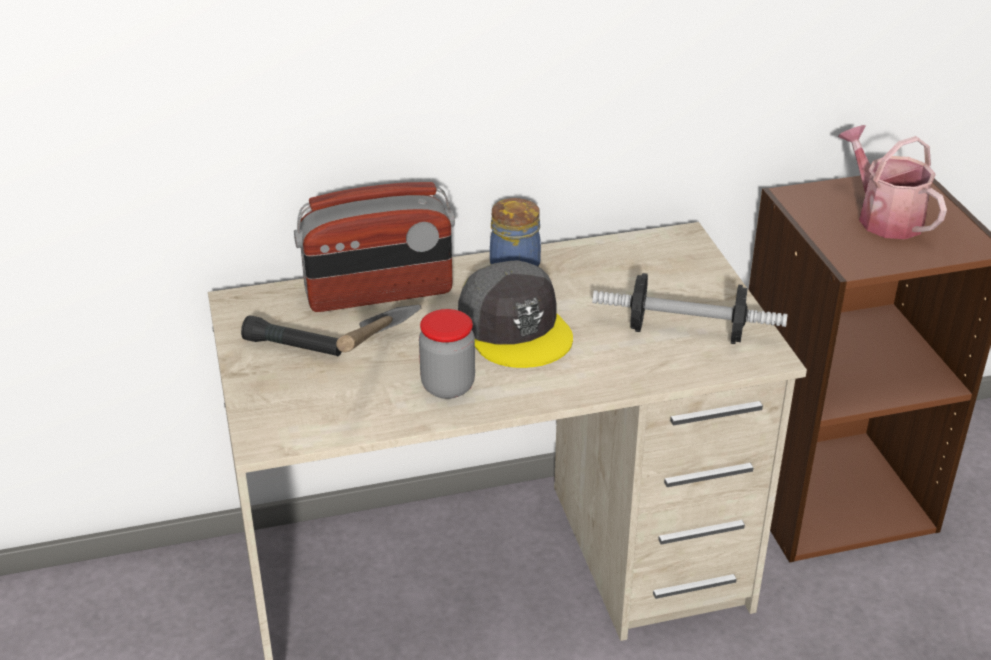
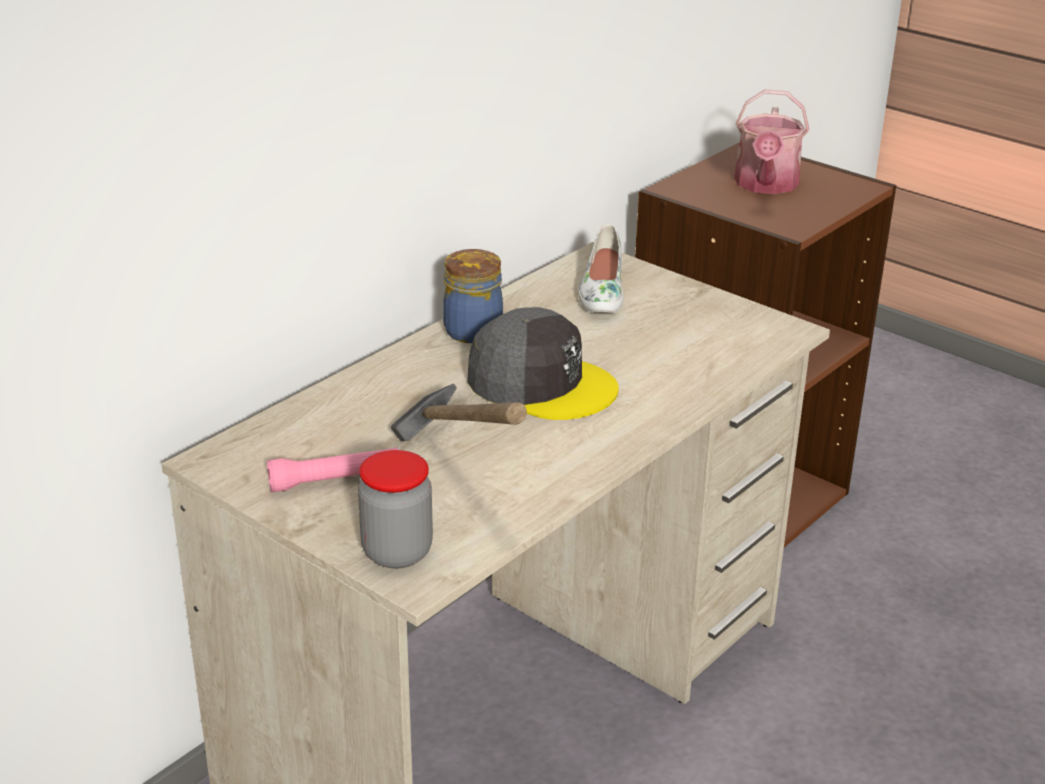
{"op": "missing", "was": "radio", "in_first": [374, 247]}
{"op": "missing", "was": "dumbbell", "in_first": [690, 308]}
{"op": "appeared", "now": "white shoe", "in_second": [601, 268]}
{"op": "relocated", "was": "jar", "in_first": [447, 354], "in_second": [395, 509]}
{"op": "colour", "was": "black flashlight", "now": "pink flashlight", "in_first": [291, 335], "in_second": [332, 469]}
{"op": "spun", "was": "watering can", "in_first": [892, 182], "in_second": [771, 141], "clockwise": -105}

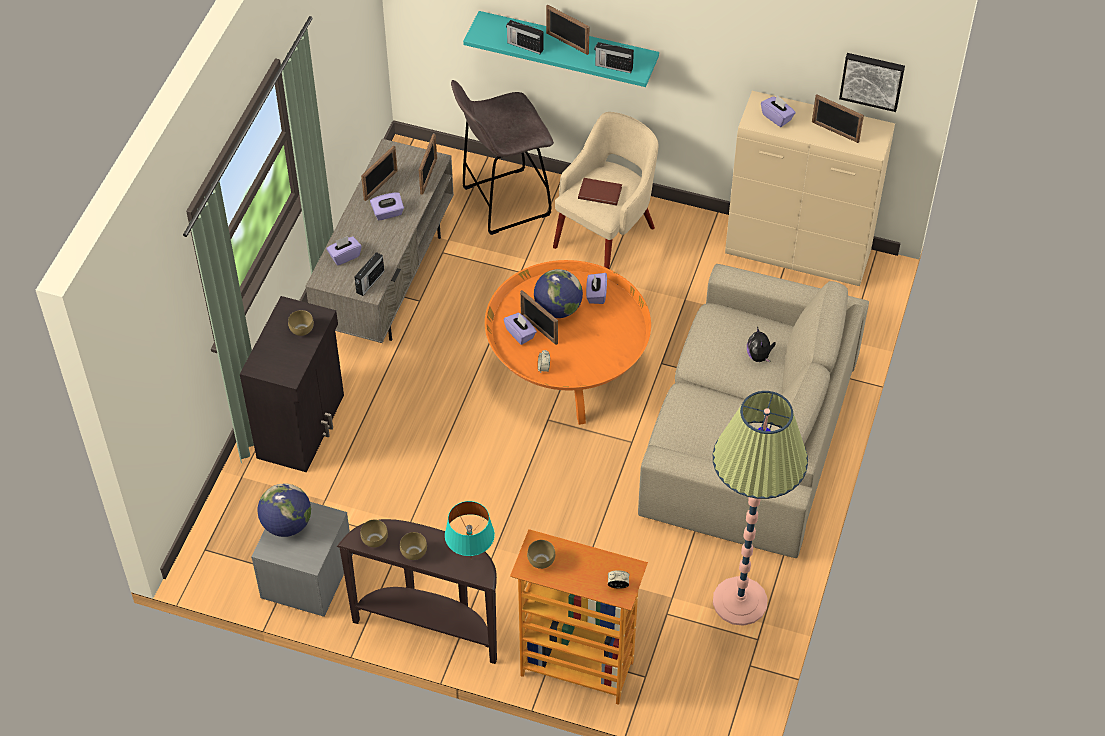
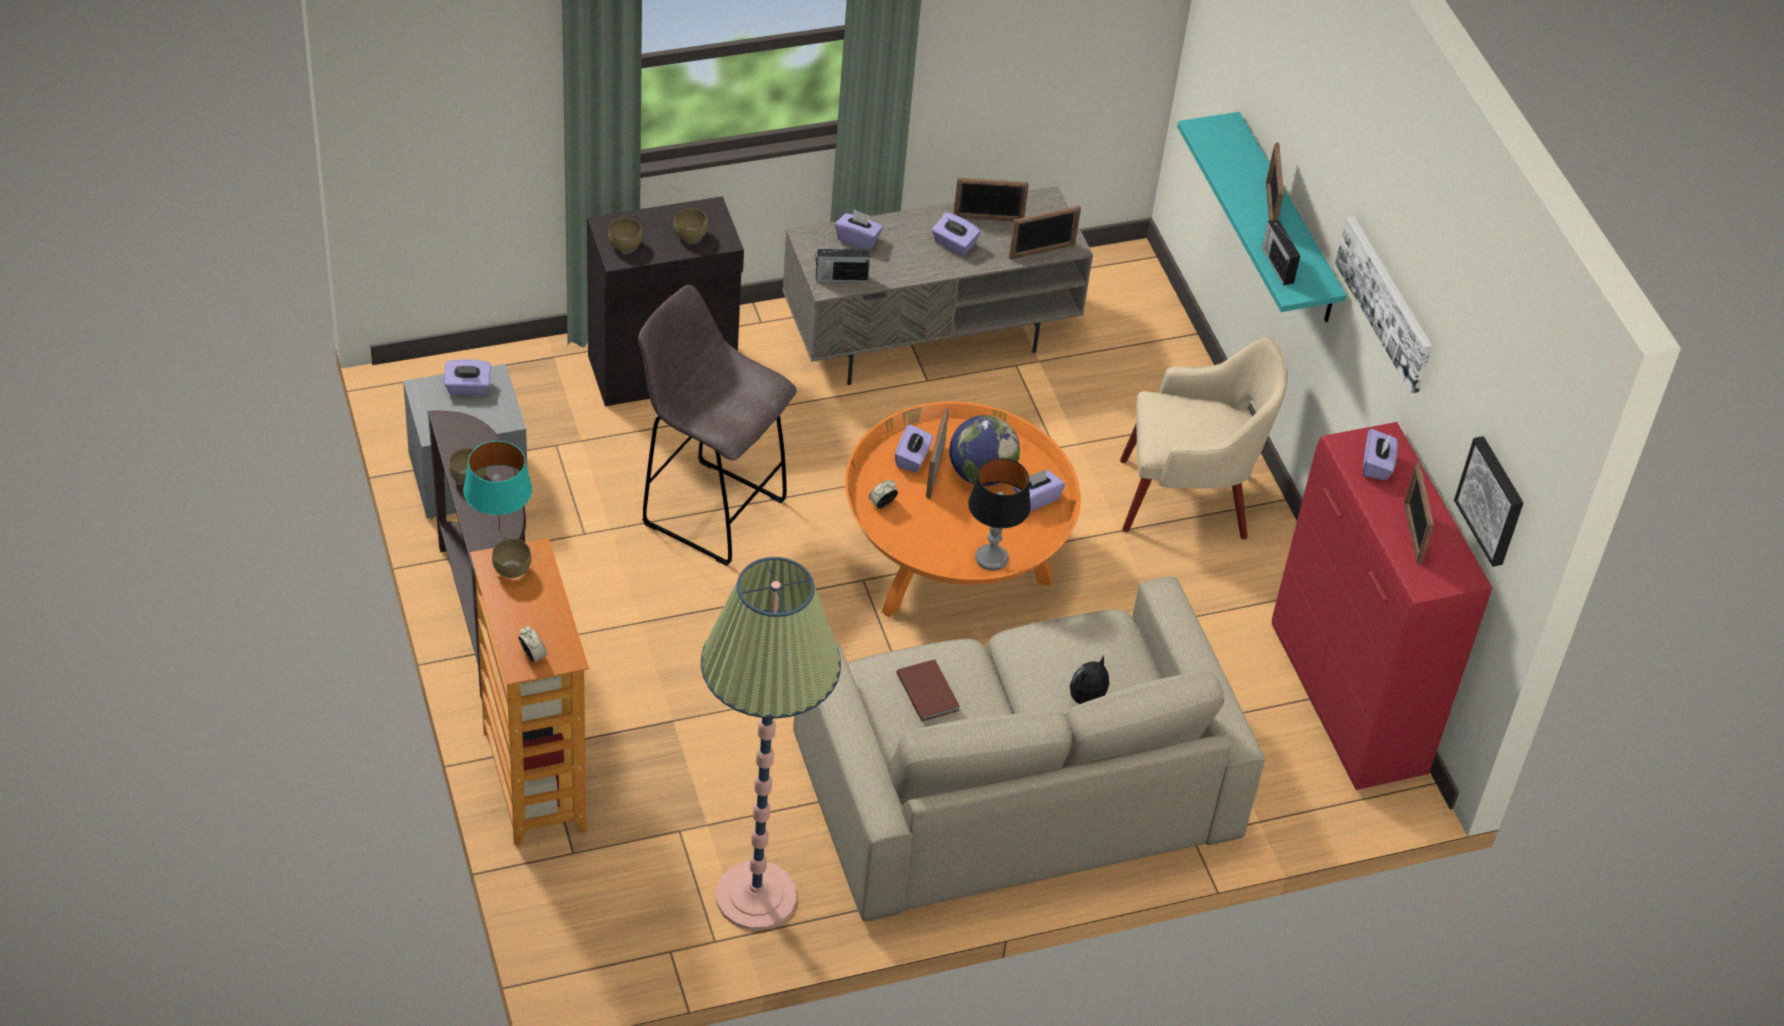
{"op": "missing", "was": "radio", "in_first": [525, 37]}
{"op": "appeared", "now": "table lamp", "in_second": [999, 514]}
{"op": "appeared", "now": "picture", "in_second": [1383, 305]}
{"op": "relocated", "was": "brown bowl", "in_first": [374, 533], "in_second": [625, 235]}
{"op": "relocated", "was": "grey stool", "in_first": [502, 157], "in_second": [717, 425]}
{"op": "relocated", "was": "brown book", "in_first": [600, 192], "in_second": [928, 690]}
{"op": "exchanged", "was": "globe", "now": "purple tissue box", "in_first": [284, 510], "in_second": [467, 377]}
{"op": "colour", "was": "beige cabinet", "now": "red cabinet", "in_first": [810, 188], "in_second": [1382, 606]}

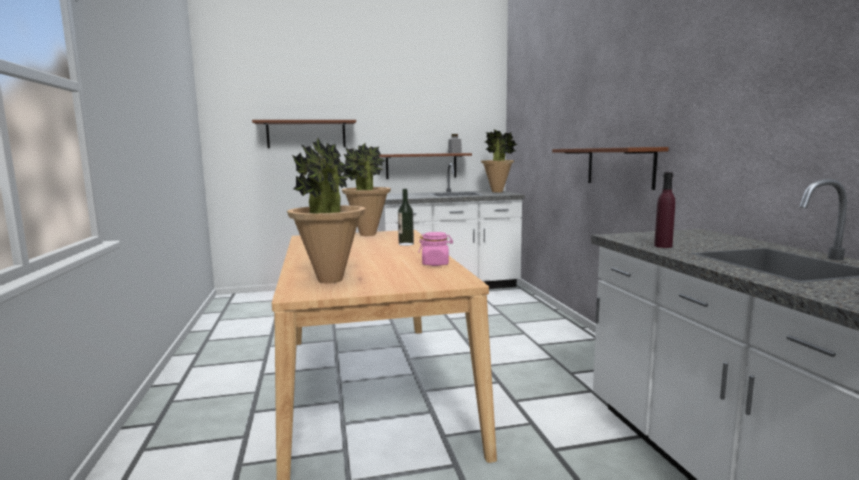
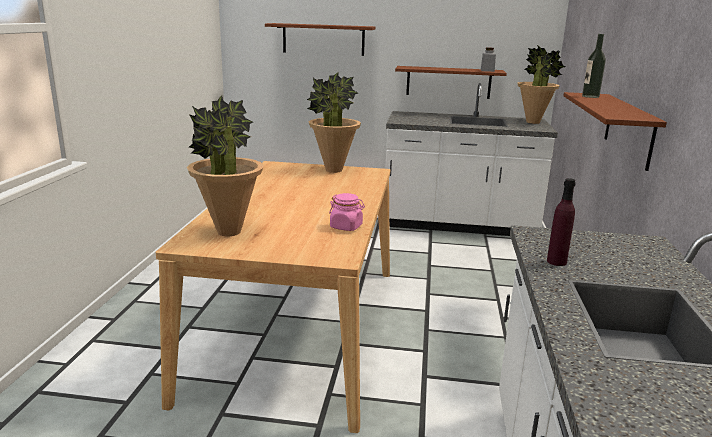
{"op": "relocated", "was": "bottle", "in_first": [406, 217], "in_second": [594, 66]}

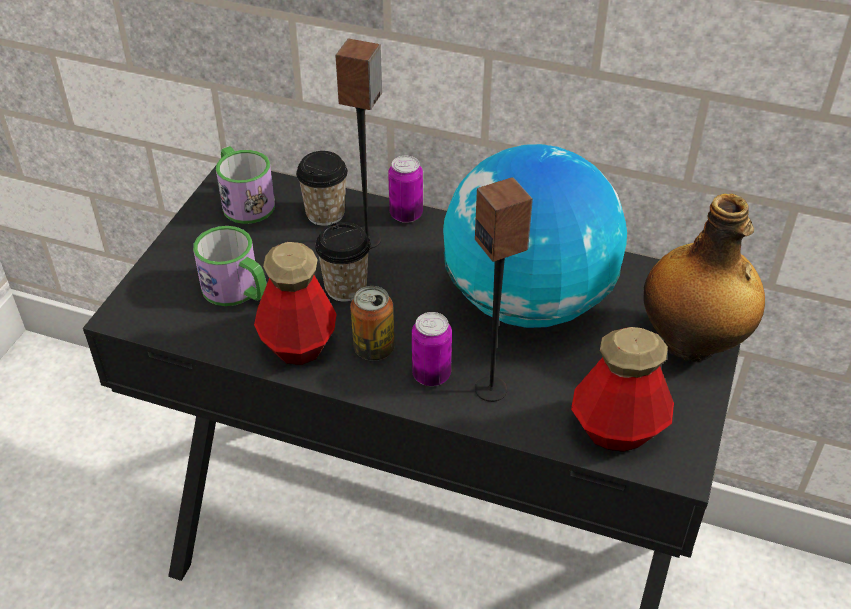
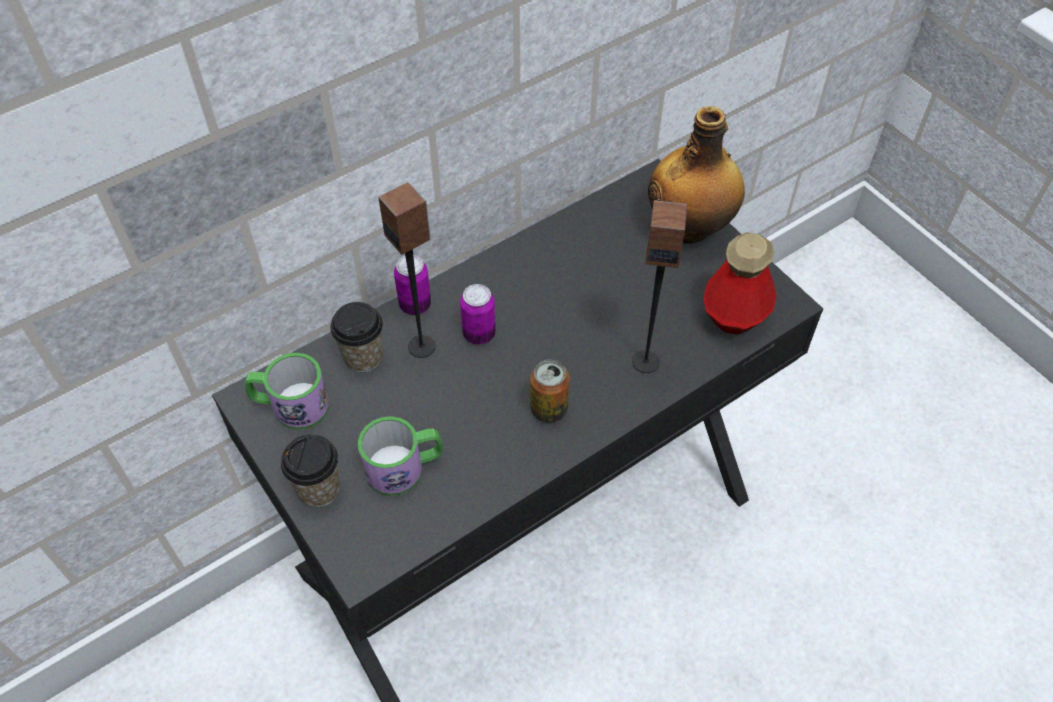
{"op": "missing", "was": "bottle", "in_first": [295, 303]}
{"op": "missing", "was": "globe", "in_first": [535, 236]}
{"op": "relocated", "was": "cup", "in_first": [343, 262], "in_second": [310, 470]}
{"op": "relocated", "was": "can", "in_first": [432, 349], "in_second": [478, 314]}

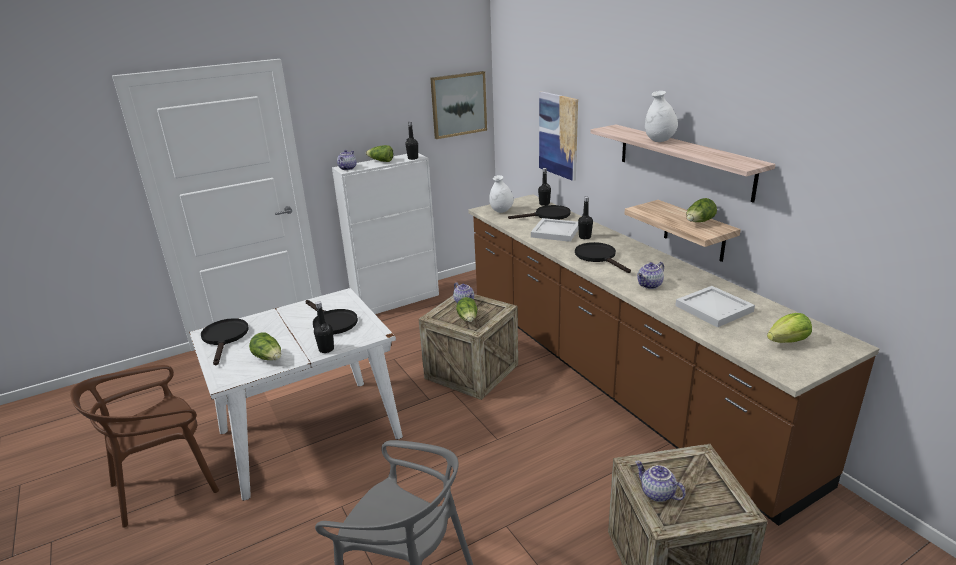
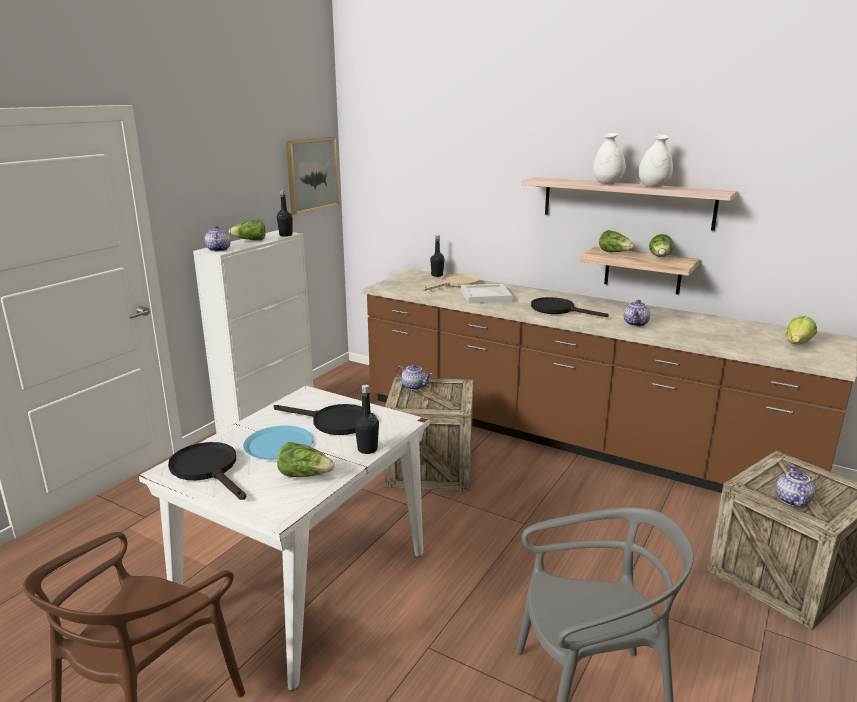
{"op": "missing", "was": "picture", "in_first": [558, 136]}
{"op": "missing", "was": "black bottle", "in_first": [585, 217]}
{"op": "missing", "was": "white tray", "in_first": [715, 306]}
{"op": "appeared", "now": "blue plate", "in_second": [278, 443]}
{"op": "relocated", "was": "lettuce", "in_first": [466, 309], "in_second": [616, 241]}
{"op": "relocated", "was": "white vase", "in_first": [501, 194], "in_second": [656, 161]}
{"op": "colour", "was": "black frying pan", "now": "beige frying pan", "in_first": [539, 212], "in_second": [451, 282]}
{"op": "spun", "was": "teapot", "in_first": [660, 481], "in_second": [795, 486], "clockwise": 90}

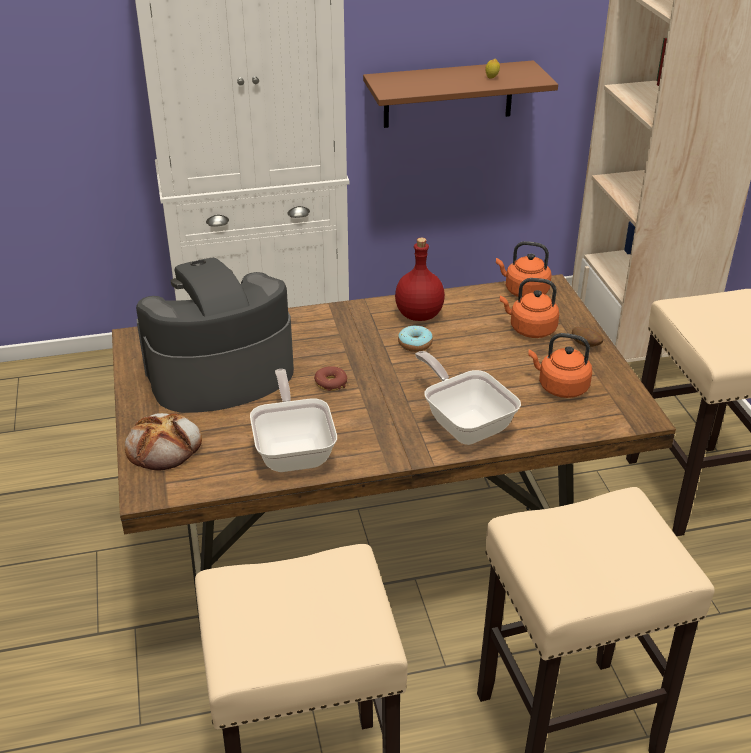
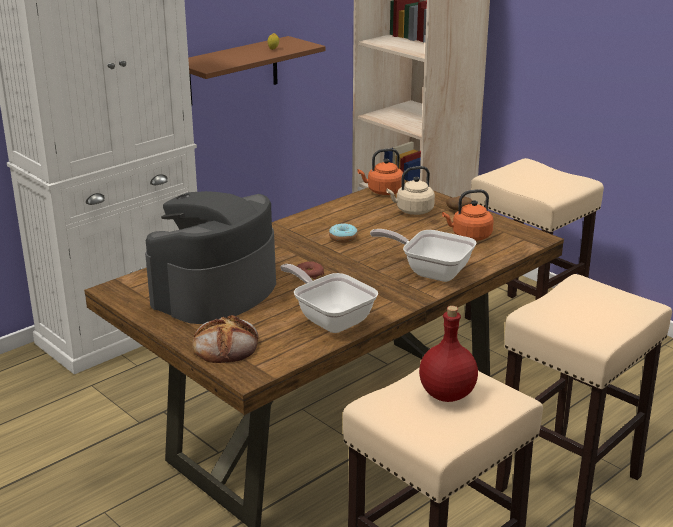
{"op": "relocated", "was": "red bottle", "in_first": [420, 279], "in_second": [448, 354]}
{"op": "colour", "was": "orange kettle", "now": "beige kettle", "in_first": [529, 308], "in_second": [410, 190]}

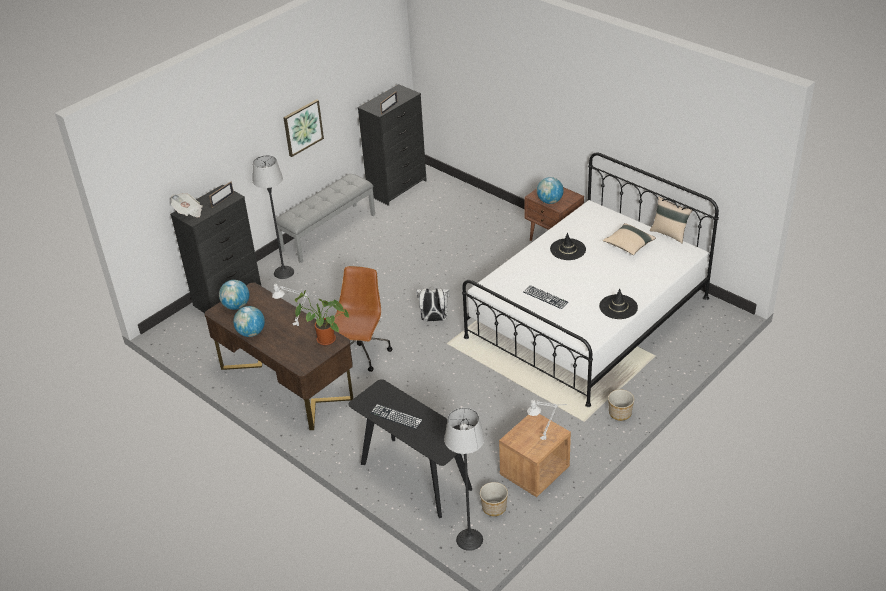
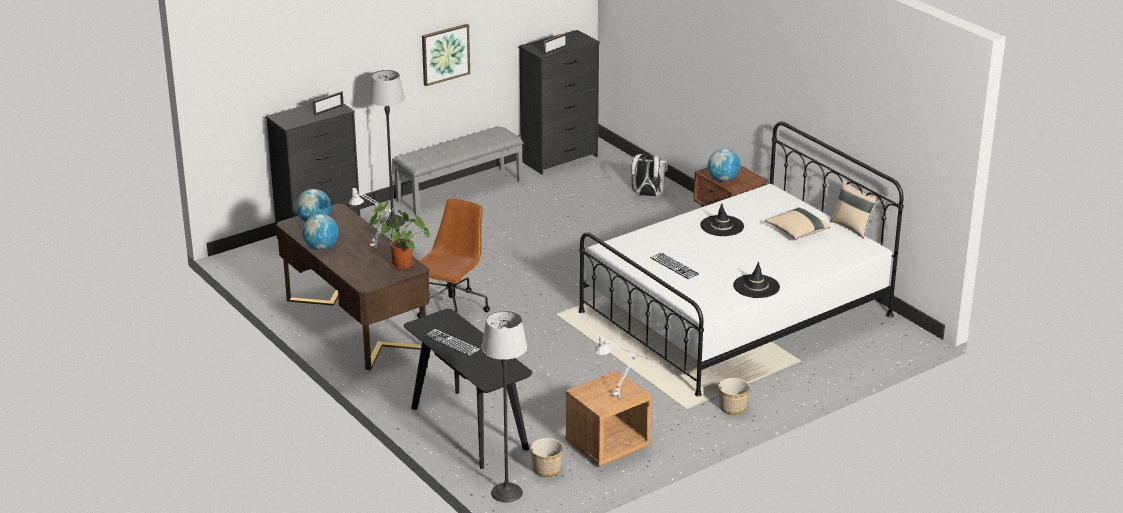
{"op": "missing", "was": "newspaper", "in_first": [187, 205]}
{"op": "relocated", "was": "white backpack", "in_first": [433, 304], "in_second": [649, 175]}

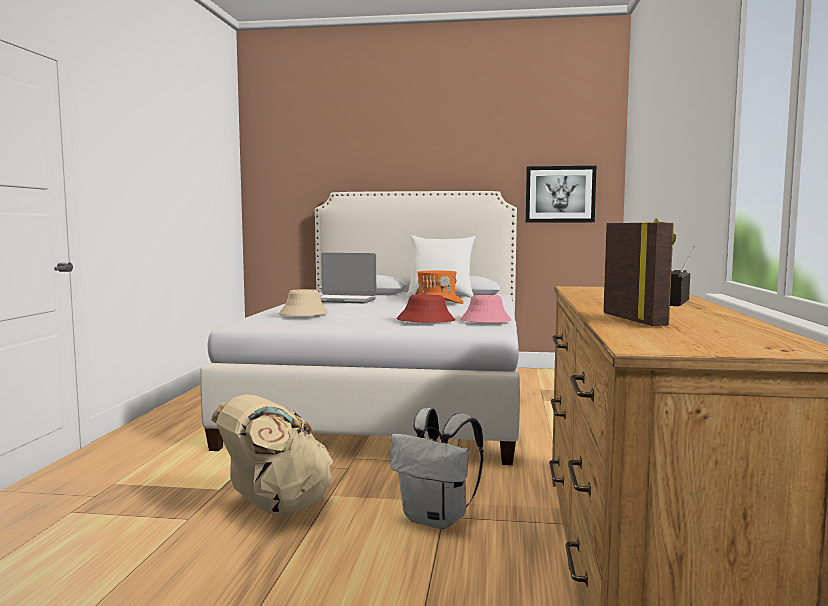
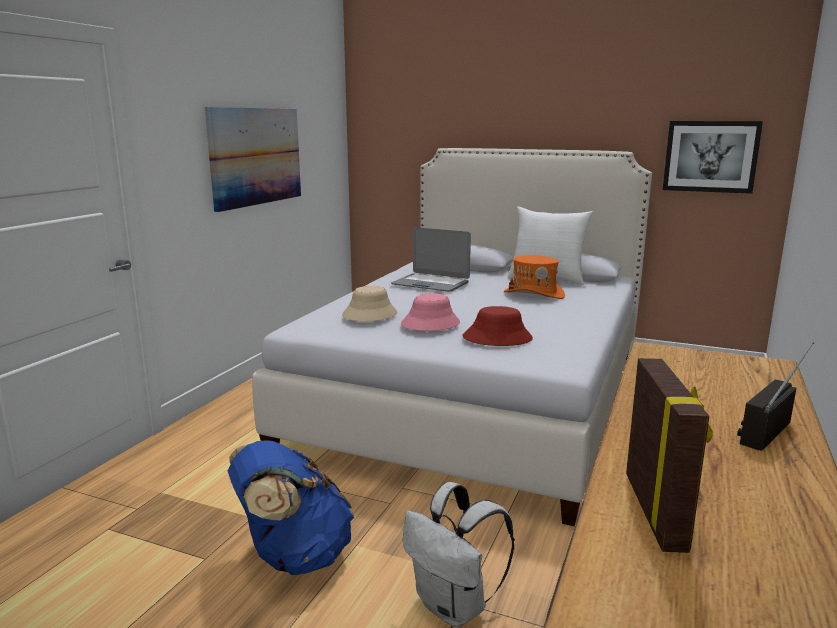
{"op": "appeared", "now": "picture", "in_second": [253, 159]}
{"op": "relocated", "was": "pink hat", "in_first": [485, 309], "in_second": [430, 312]}
{"op": "colour", "was": "beige backpack", "now": "blue backpack", "in_first": [272, 455], "in_second": [291, 507]}

